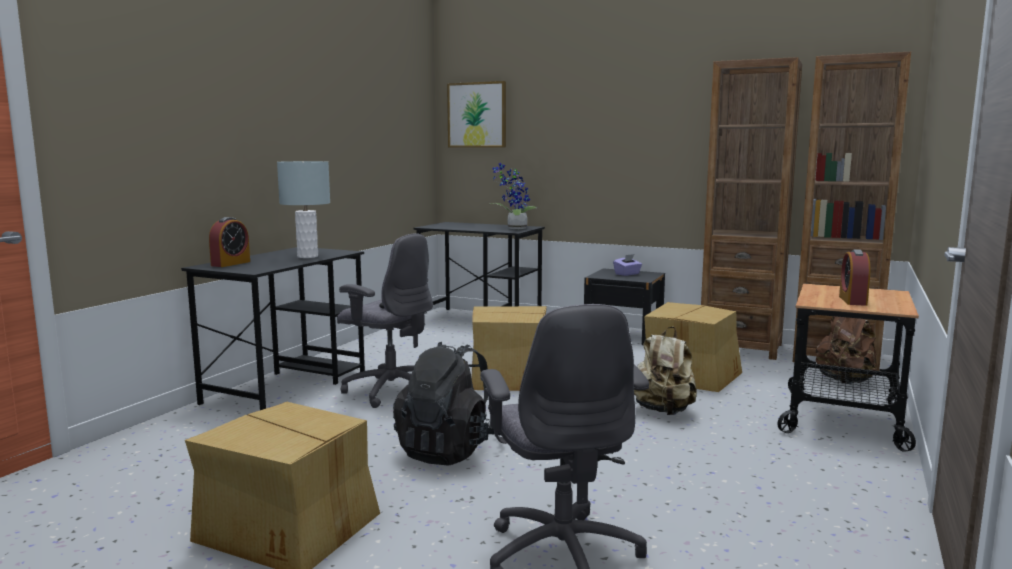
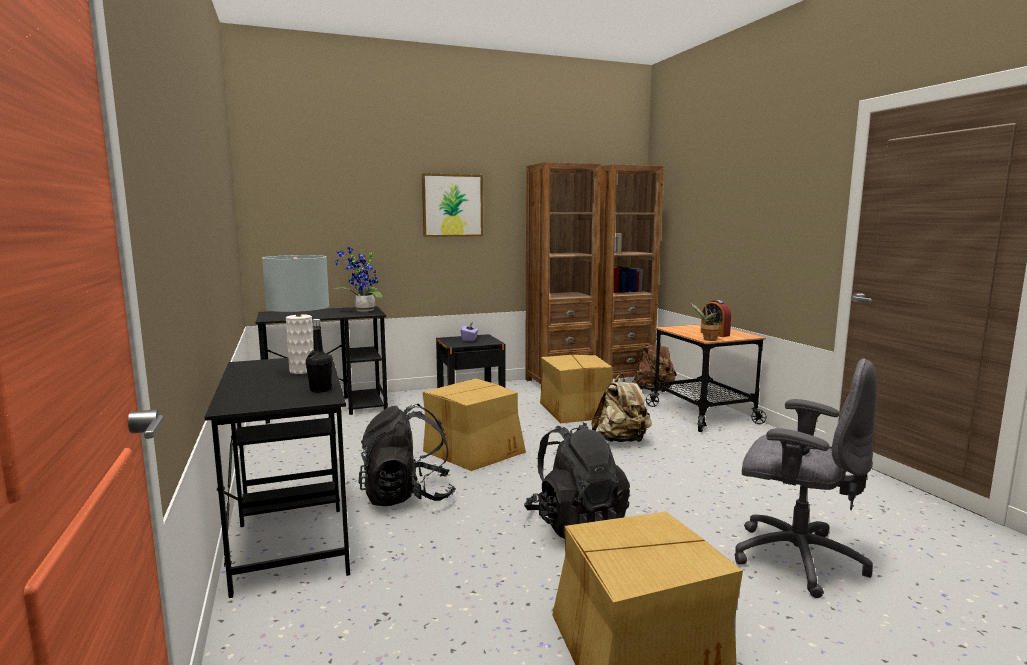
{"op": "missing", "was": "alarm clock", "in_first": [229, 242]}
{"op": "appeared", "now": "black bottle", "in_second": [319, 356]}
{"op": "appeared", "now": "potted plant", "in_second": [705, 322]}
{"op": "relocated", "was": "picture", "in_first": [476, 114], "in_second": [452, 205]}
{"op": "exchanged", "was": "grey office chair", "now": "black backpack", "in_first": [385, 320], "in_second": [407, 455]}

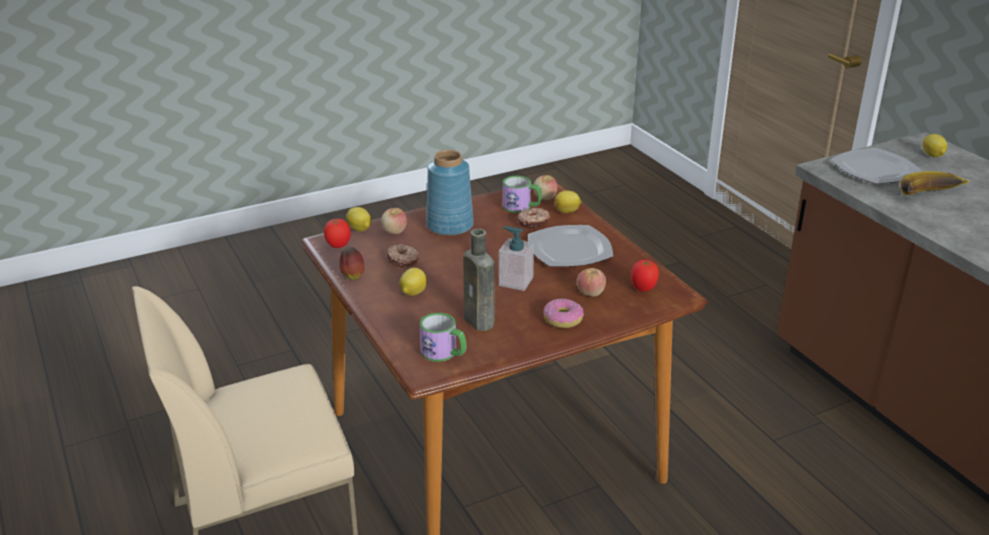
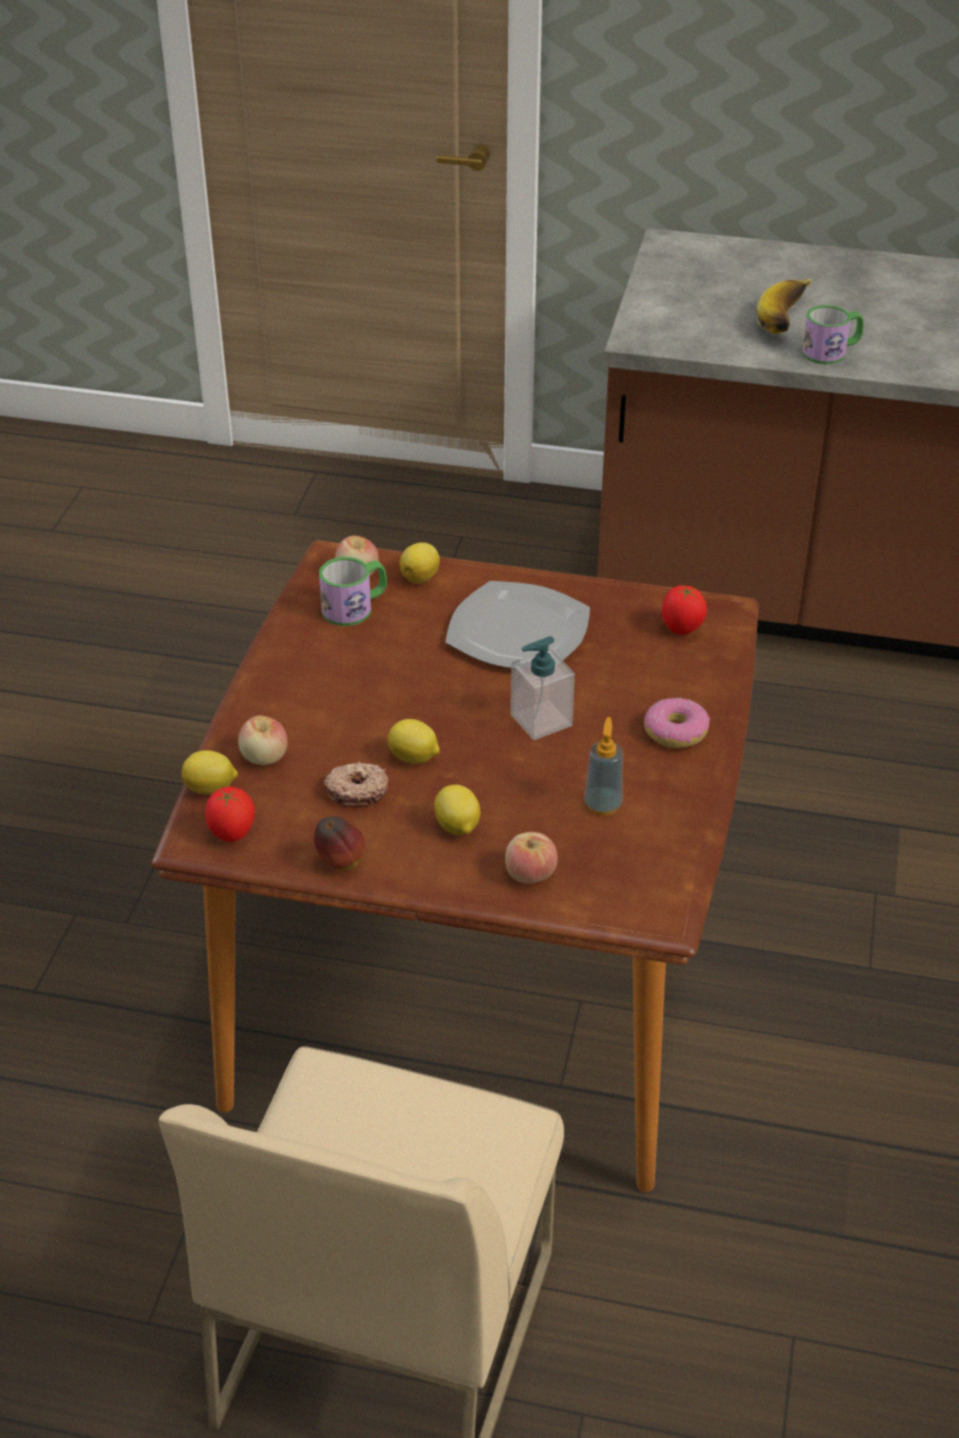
{"op": "missing", "was": "blue vase", "in_first": [450, 193]}
{"op": "missing", "was": "donut", "in_first": [533, 218]}
{"op": "missing", "was": "plate", "in_first": [876, 166]}
{"op": "relocated", "was": "mug", "in_first": [443, 337], "in_second": [833, 334]}
{"op": "relocated", "was": "apple", "in_first": [591, 282], "in_second": [531, 858]}
{"op": "relocated", "was": "lemon", "in_first": [935, 145], "in_second": [413, 741]}
{"op": "exchanged", "was": "brown bottle", "now": "soap dispenser", "in_first": [479, 280], "in_second": [603, 766]}

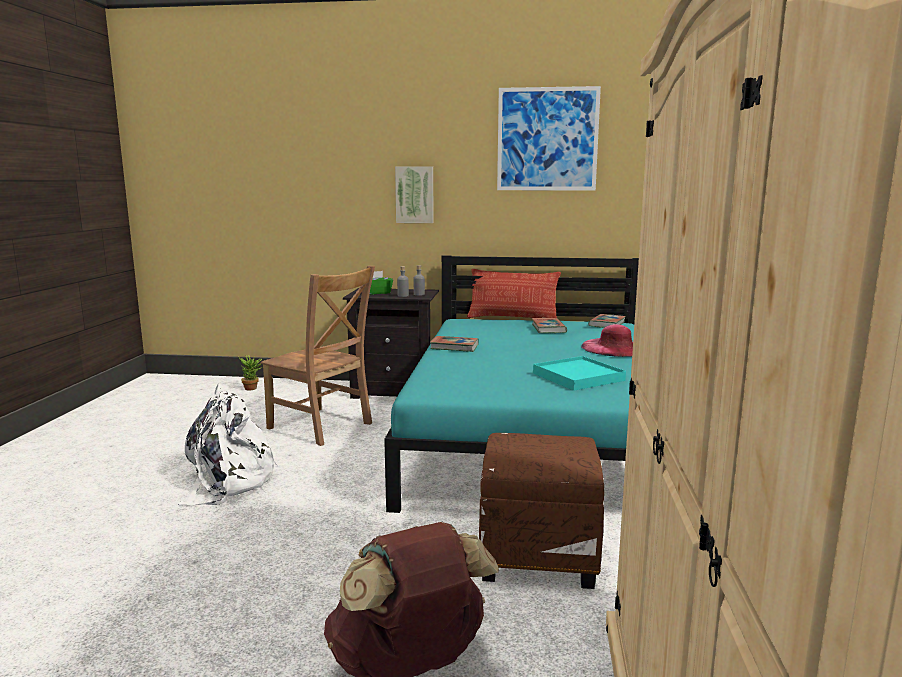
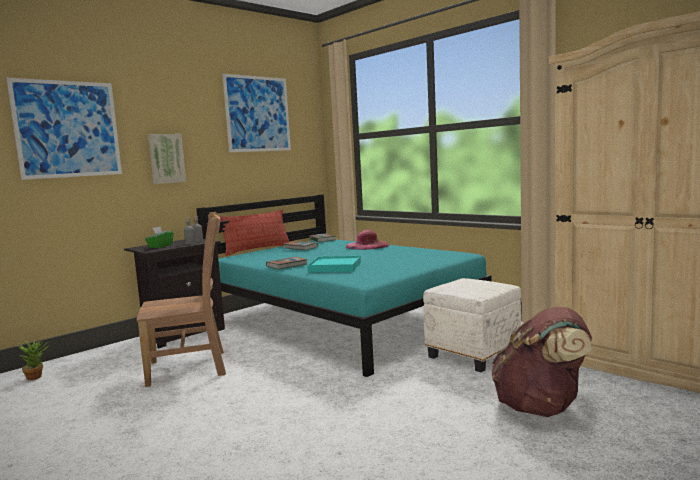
{"op": "missing", "was": "white backpack", "in_first": [228, 444]}
{"op": "appeared", "now": "picture", "in_second": [64, 129]}
{"op": "relocated", "was": "turquoise tray", "in_first": [579, 373], "in_second": [334, 264]}
{"op": "colour", "was": "brown ottoman", "now": "white ottoman", "in_first": [541, 511], "in_second": [472, 325]}

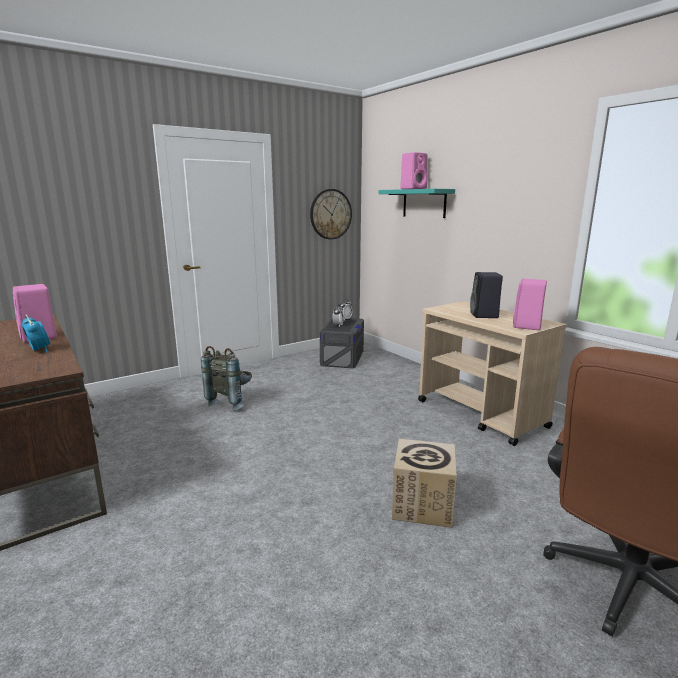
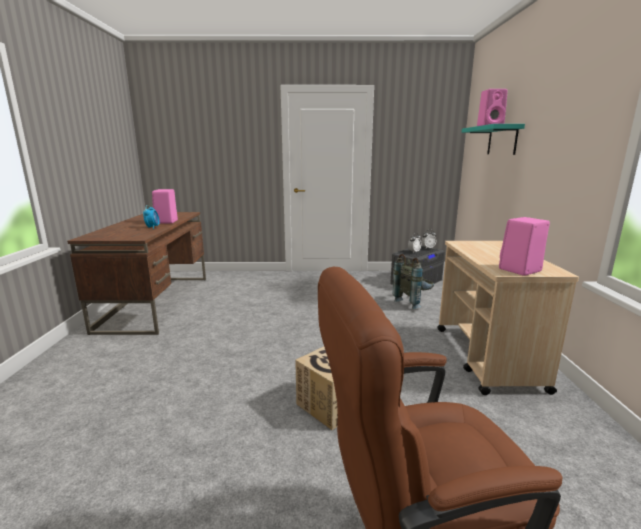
{"op": "missing", "was": "wall clock", "in_first": [331, 214]}
{"op": "missing", "was": "black speaker", "in_first": [486, 295]}
{"op": "relocated", "was": "grey backpack", "in_first": [226, 378], "in_second": [413, 281]}

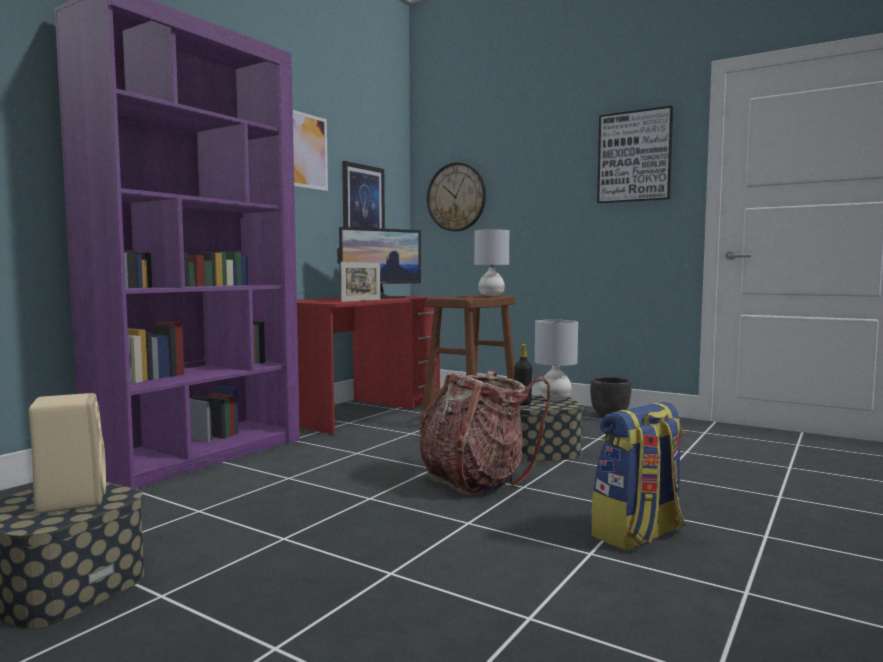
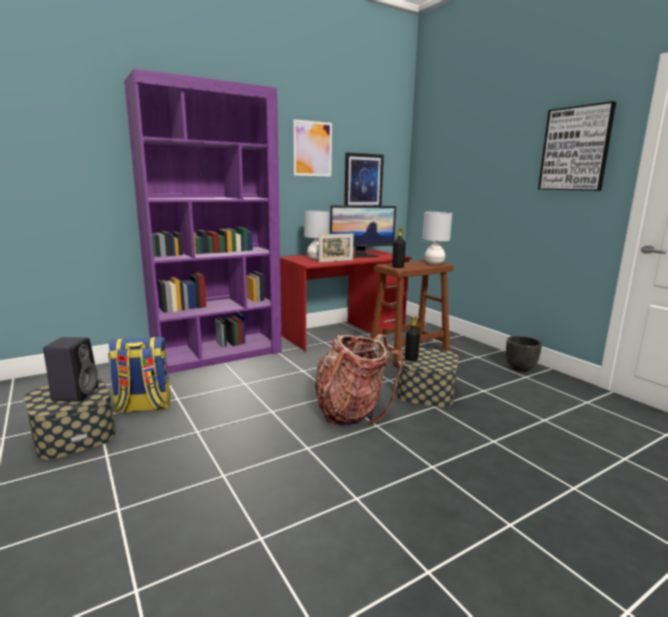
{"op": "missing", "was": "wall clock", "in_first": [456, 196]}
{"op": "appeared", "now": "black bottle", "in_second": [399, 248]}
{"op": "relocated", "was": "grey table lamp", "in_first": [556, 360], "in_second": [316, 235]}
{"op": "relocated", "was": "backpack", "in_first": [638, 476], "in_second": [139, 375]}
{"op": "colour", "was": "beige speaker", "now": "black speaker", "in_first": [67, 453], "in_second": [70, 369]}

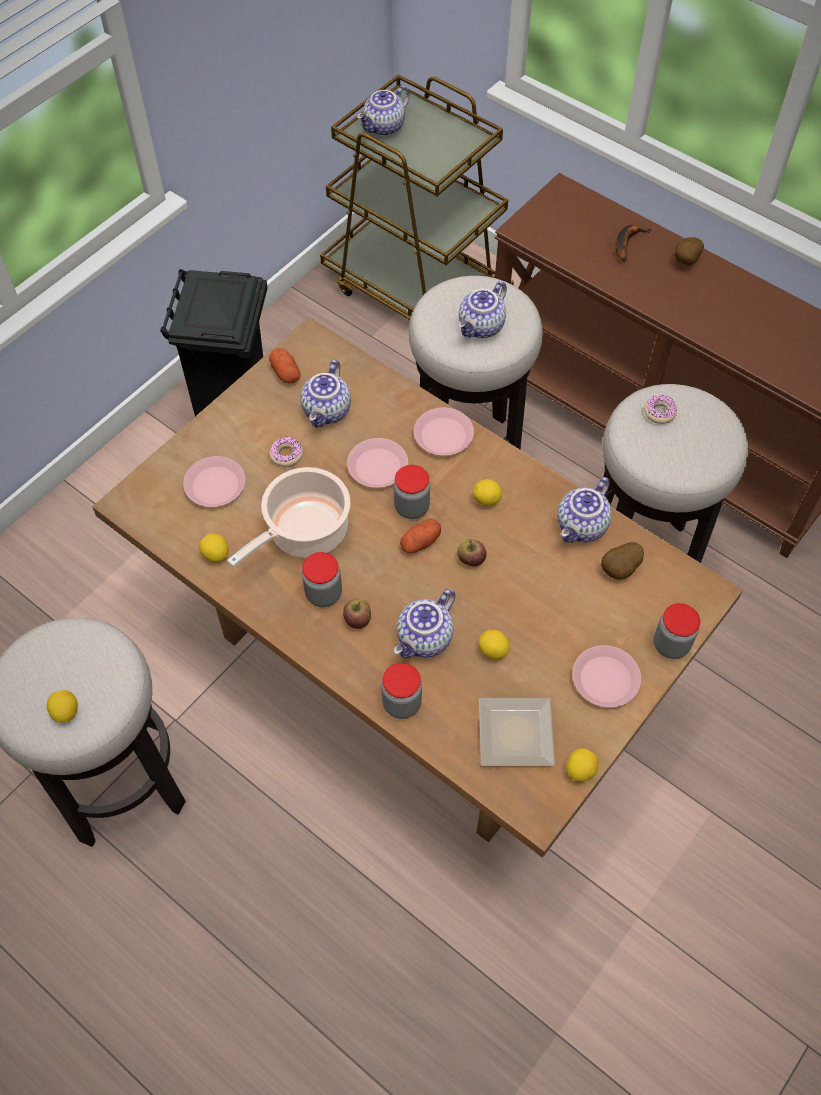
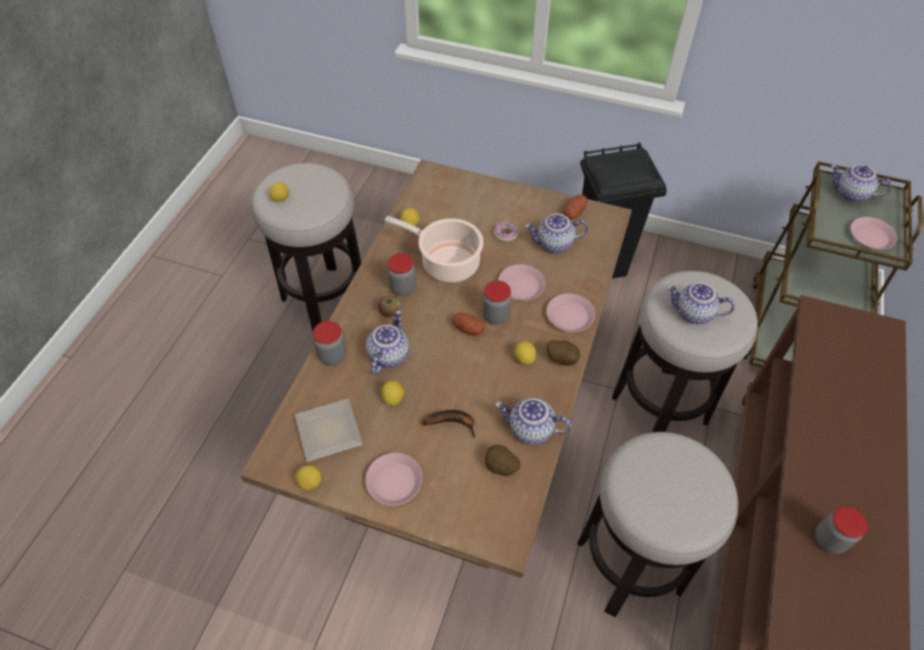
{"op": "missing", "was": "apple", "in_first": [472, 552]}
{"op": "missing", "was": "donut", "in_first": [660, 409]}
{"op": "relocated", "was": "pink plate", "in_first": [214, 481], "in_second": [873, 233]}
{"op": "relocated", "was": "banana", "in_first": [633, 243], "in_second": [449, 424]}
{"op": "relocated", "was": "jar", "in_first": [677, 631], "in_second": [841, 530]}
{"op": "relocated", "was": "potato", "in_first": [689, 251], "in_second": [563, 352]}
{"op": "spun", "was": "teapot", "in_first": [424, 623], "in_second": [387, 342], "clockwise": 90}

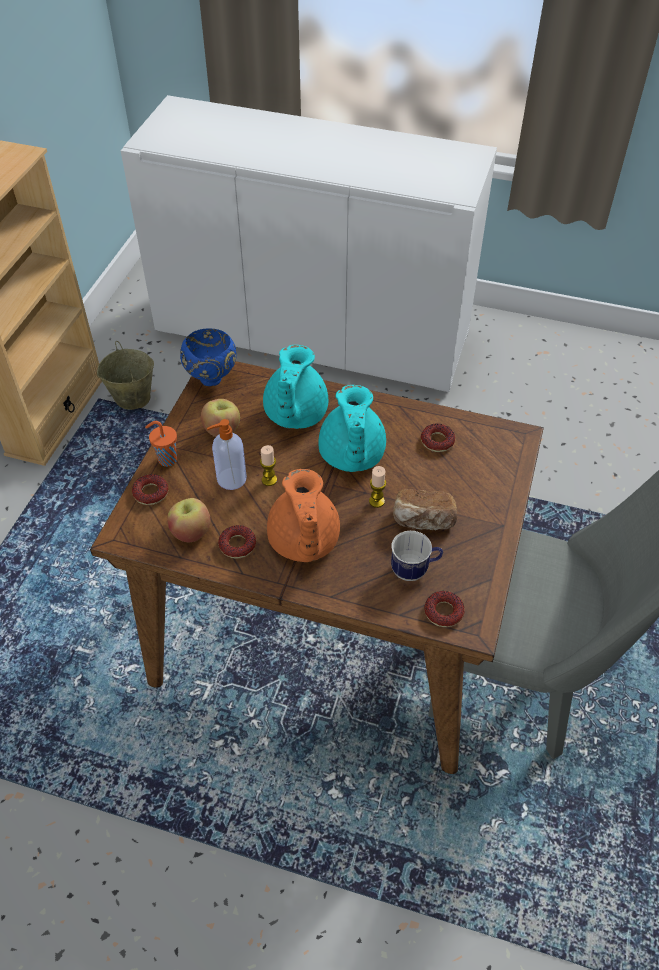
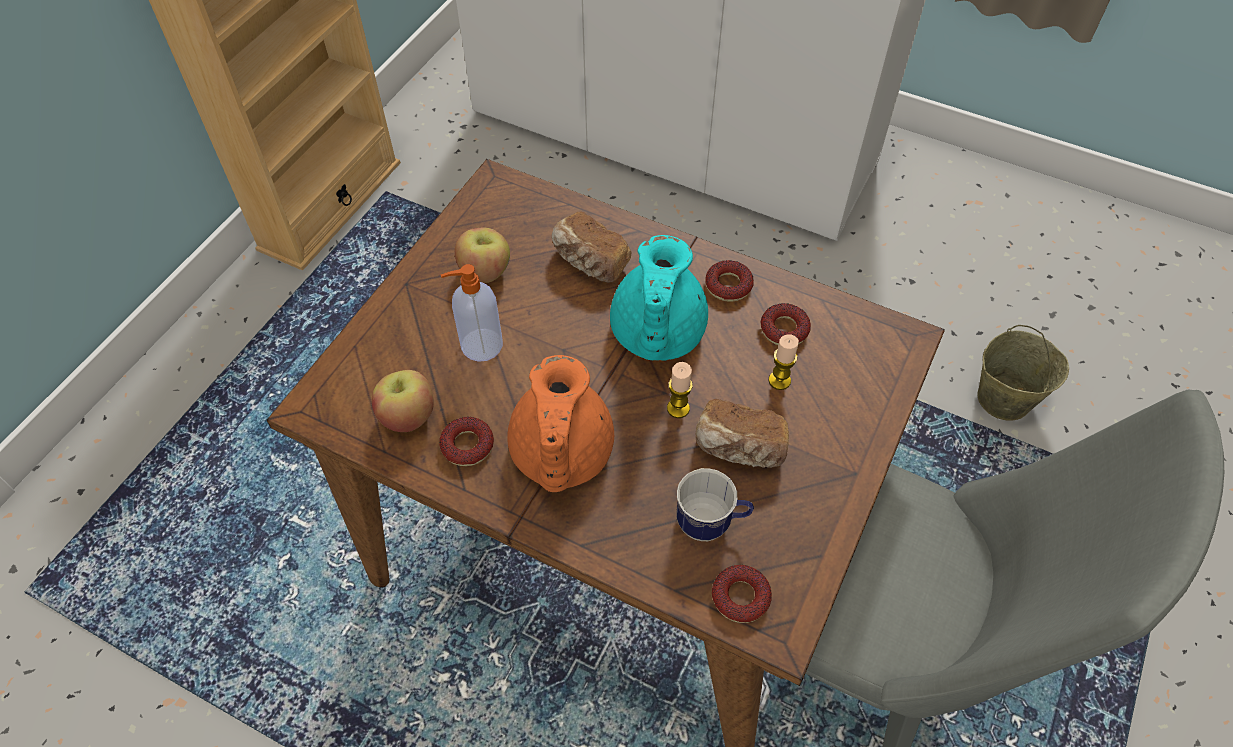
{"op": "missing", "was": "orange cup", "in_first": [161, 444]}
{"op": "missing", "was": "blue bowl", "in_first": [208, 357]}
{"op": "relocated", "was": "beige bucket", "in_first": [125, 375], "in_second": [1023, 373]}
{"op": "relocated", "was": "donut", "in_first": [150, 489], "in_second": [729, 281]}
{"op": "relocated", "was": "candle", "in_first": [268, 465], "in_second": [784, 362]}
{"op": "exchanged", "was": "turquoise teapot", "now": "bread", "in_first": [295, 387], "in_second": [592, 247]}

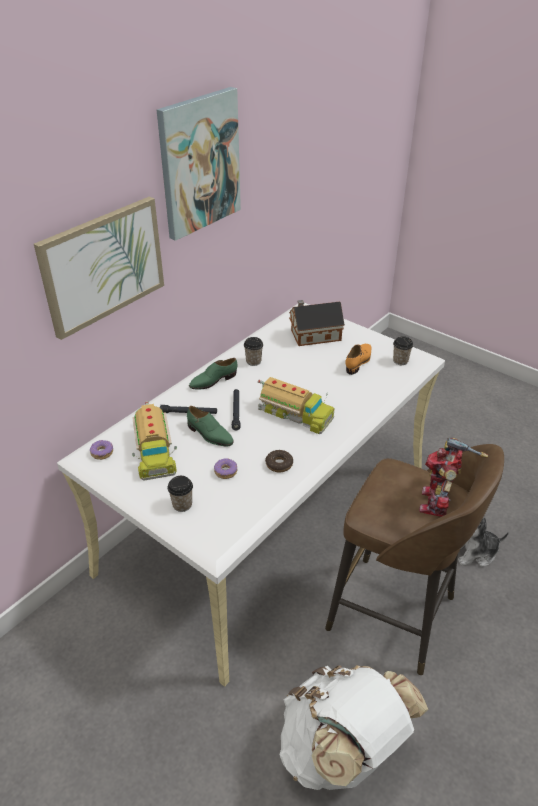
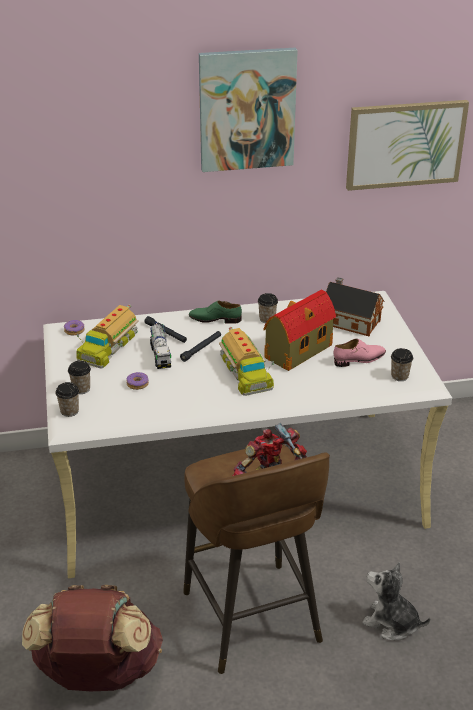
{"op": "missing", "was": "donut", "in_first": [279, 461]}
{"op": "appeared", "now": "cup", "in_second": [67, 399]}
{"op": "appeared", "now": "toy house", "in_second": [299, 330]}
{"op": "relocated", "was": "picture", "in_first": [99, 268], "in_second": [407, 145]}
{"op": "exchanged", "was": "green shoe", "now": "toy truck", "in_first": [210, 426], "in_second": [160, 345]}
{"op": "colour", "was": "white backpack", "now": "brown backpack", "in_first": [353, 727], "in_second": [92, 638]}
{"op": "colour", "was": "orange shoe", "now": "pink shoe", "in_first": [358, 359], "in_second": [360, 353]}

